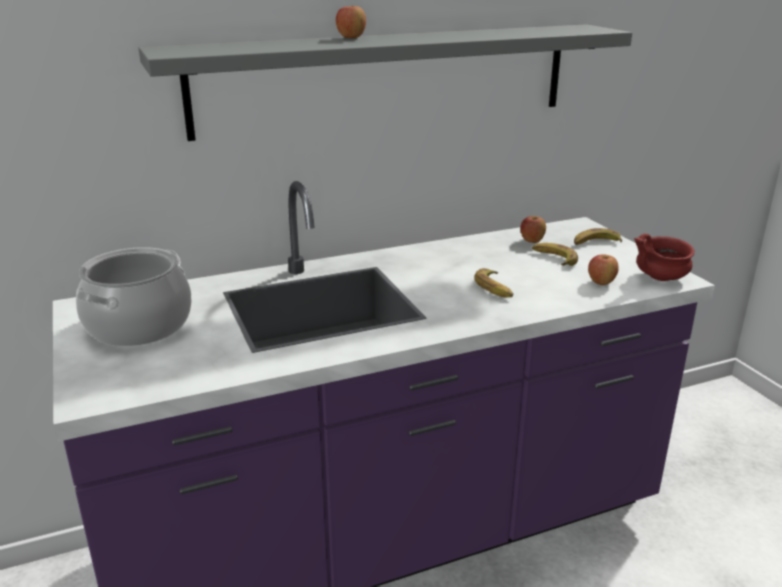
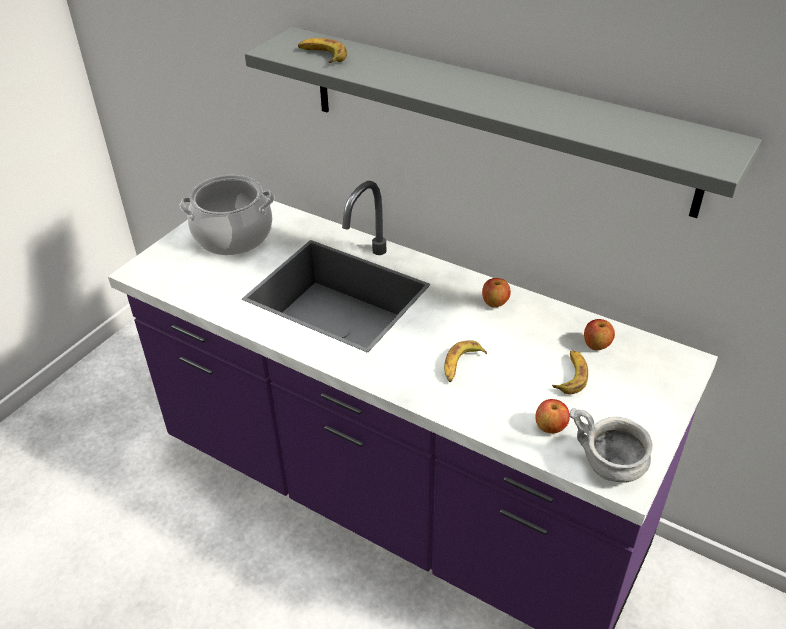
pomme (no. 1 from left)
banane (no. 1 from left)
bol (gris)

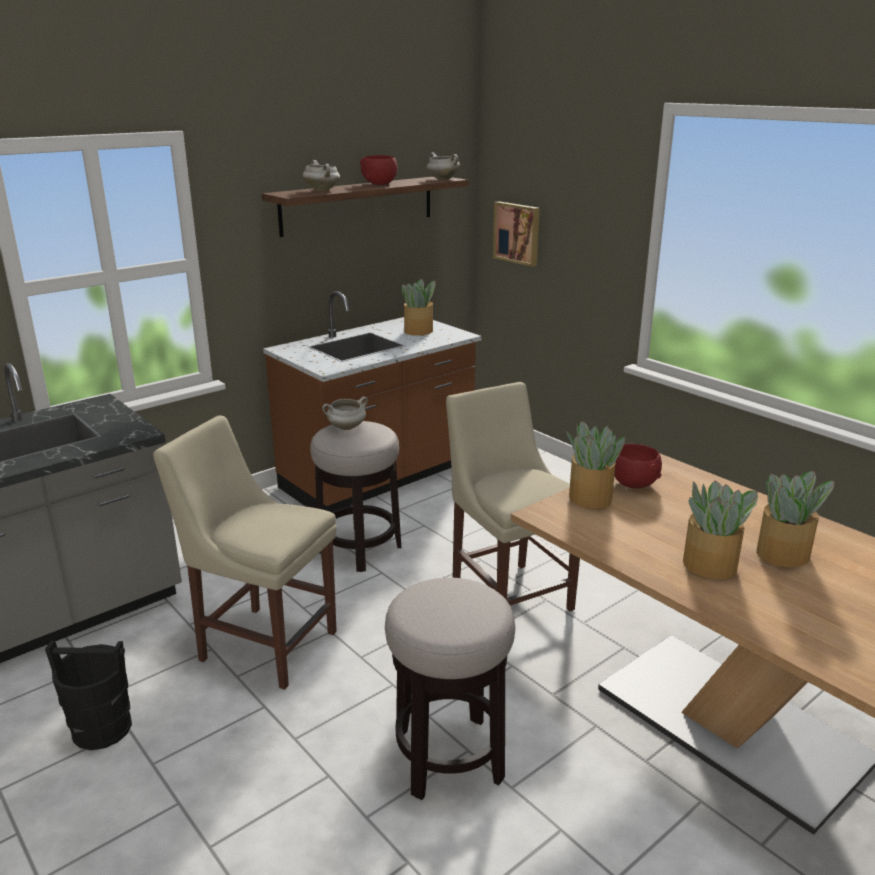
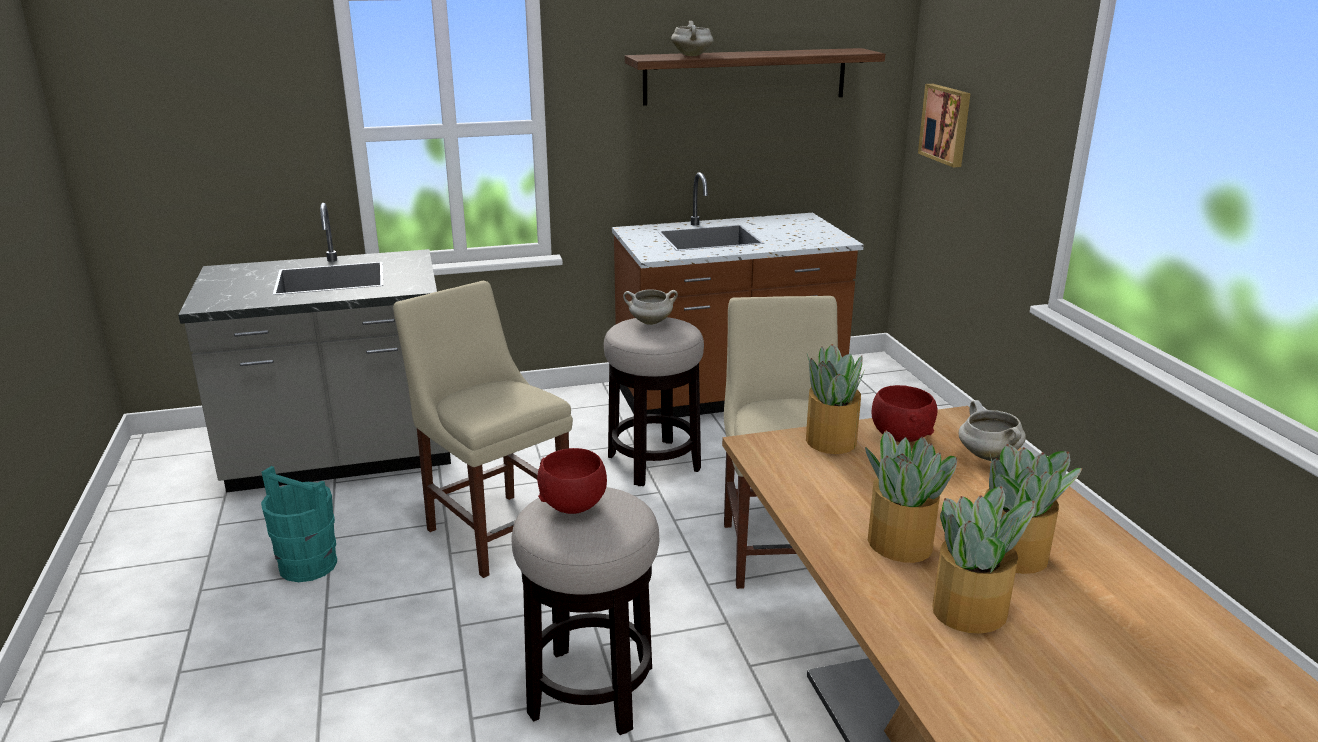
marmite (blanc) (no. 3 from left)
bol (rouge) (no. 1 from left)
plante en pot (no. 3 from left)
seau (turquoise)

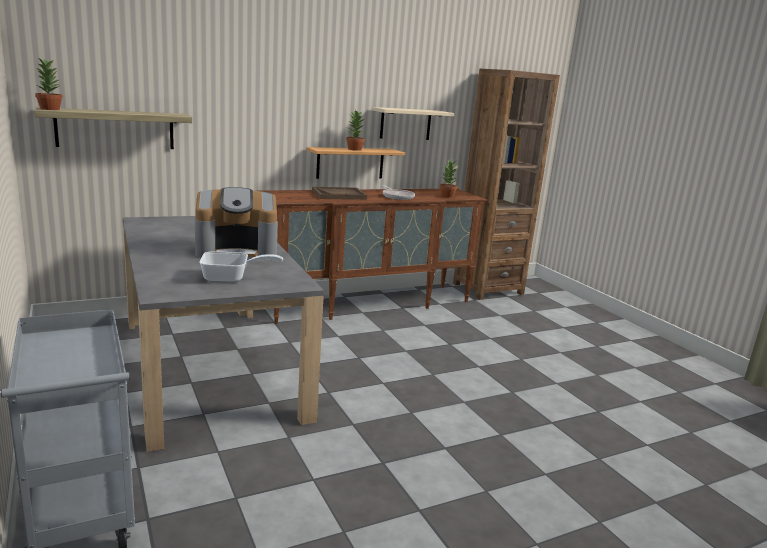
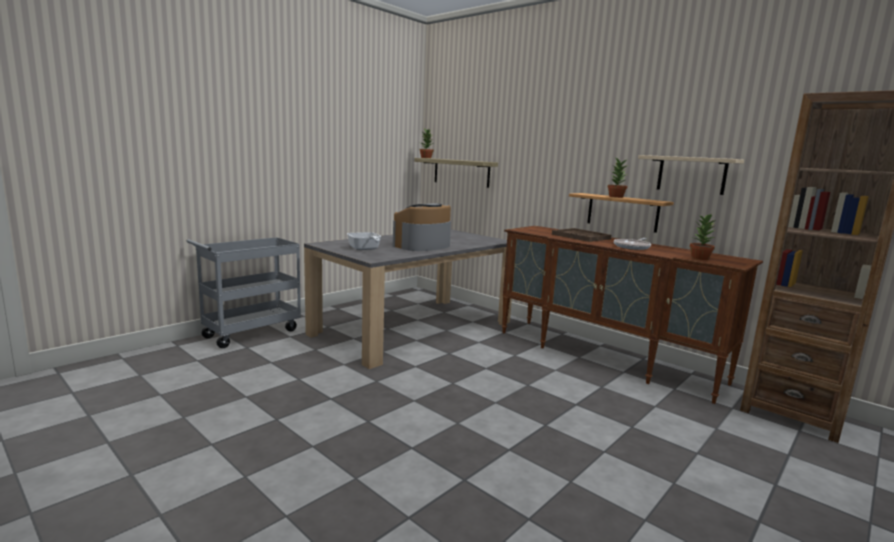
machine à café

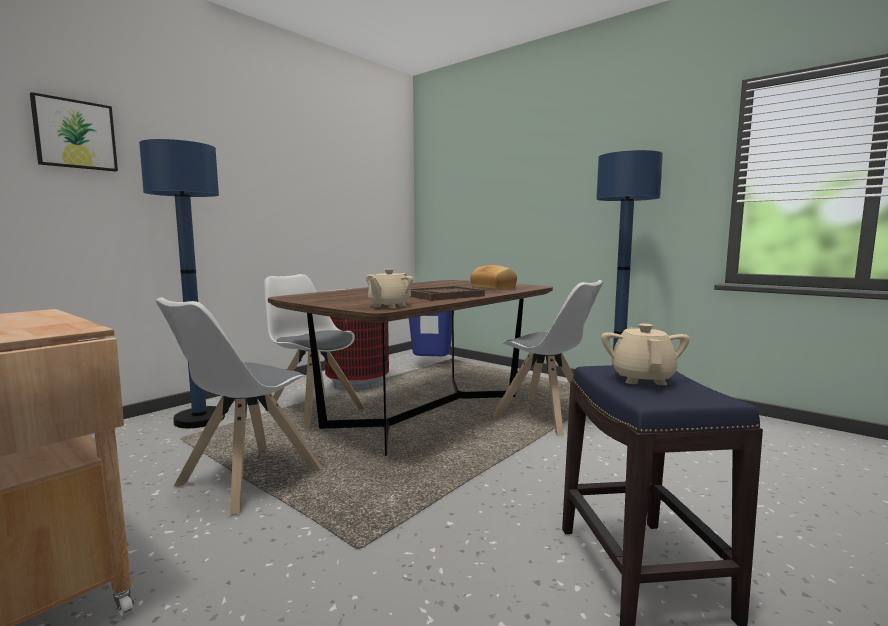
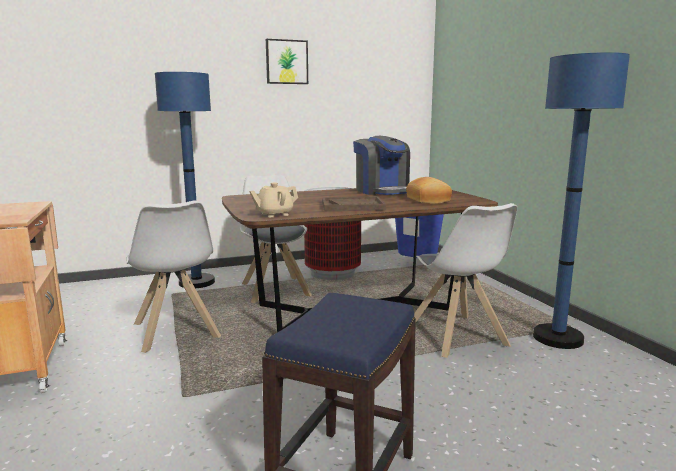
tableau
chaise (no. 1 from left)
théière (beige) (no. 2 from left in the first image)
machine à café

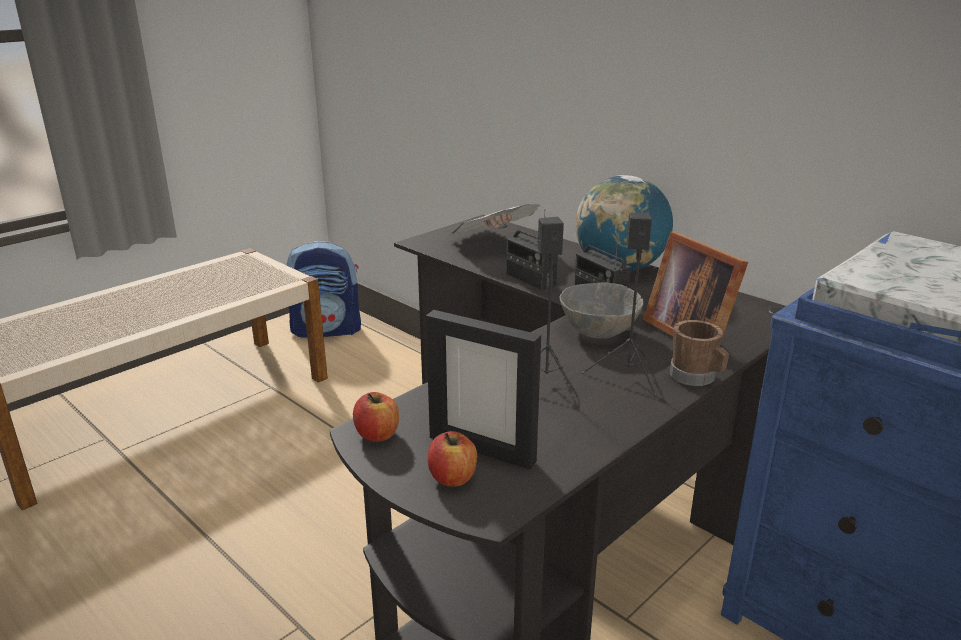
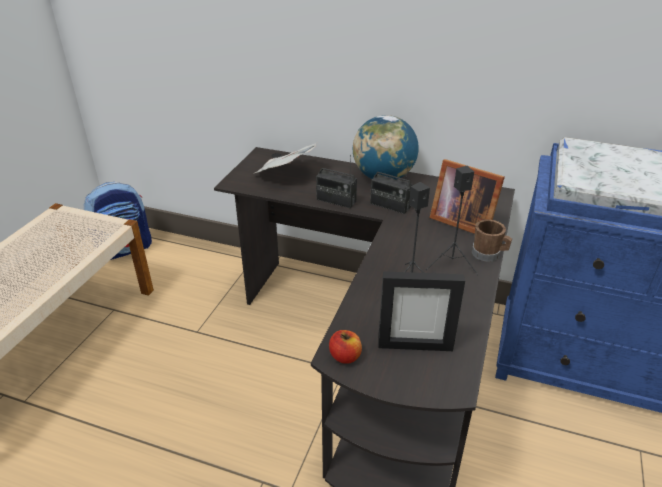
bol (gris)
pomme (no. 2 from left in the first image)

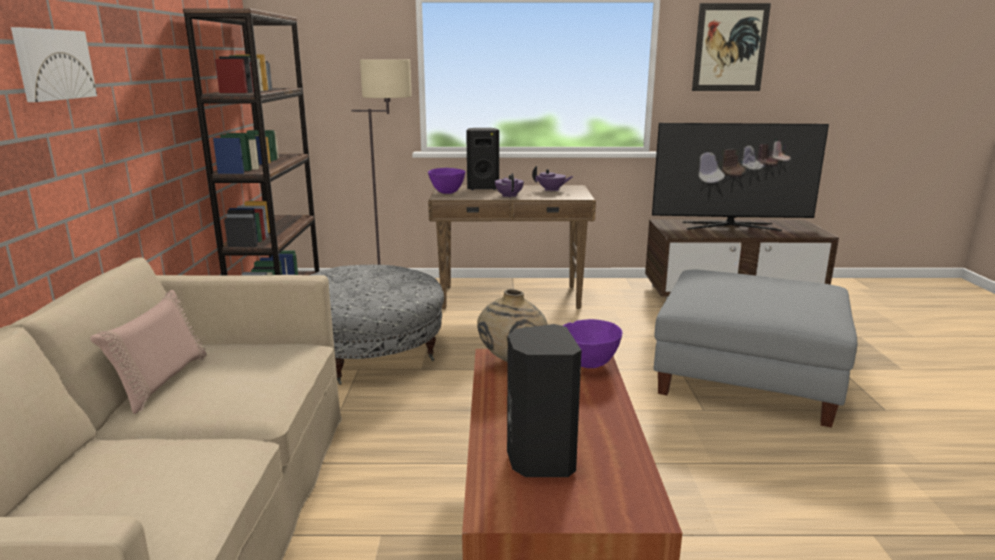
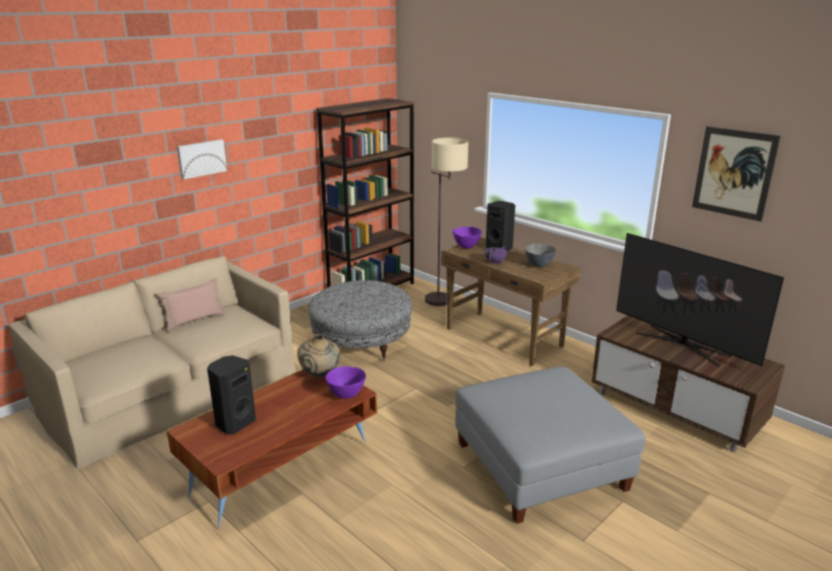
bol (gris)

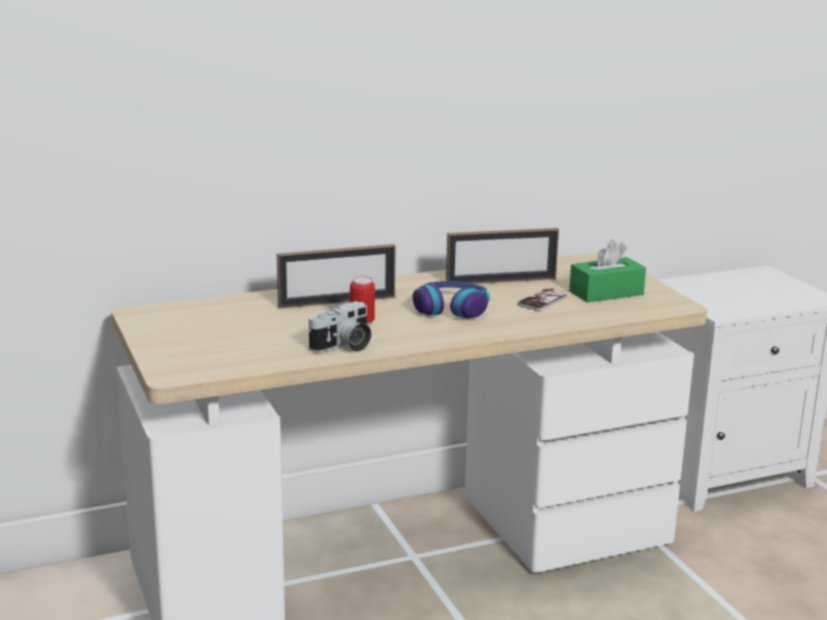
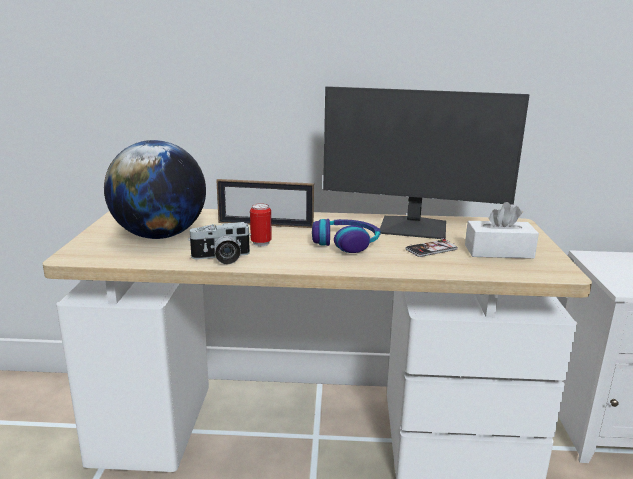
écran d'ordinateur
boîte à mouchoirs (blanc)
globe

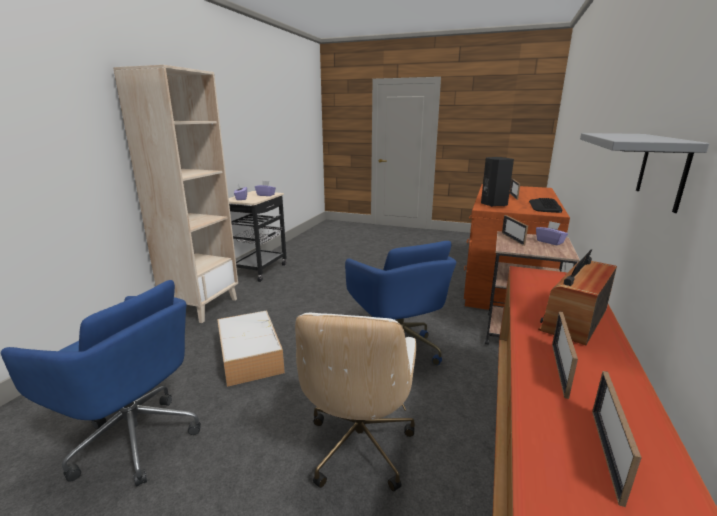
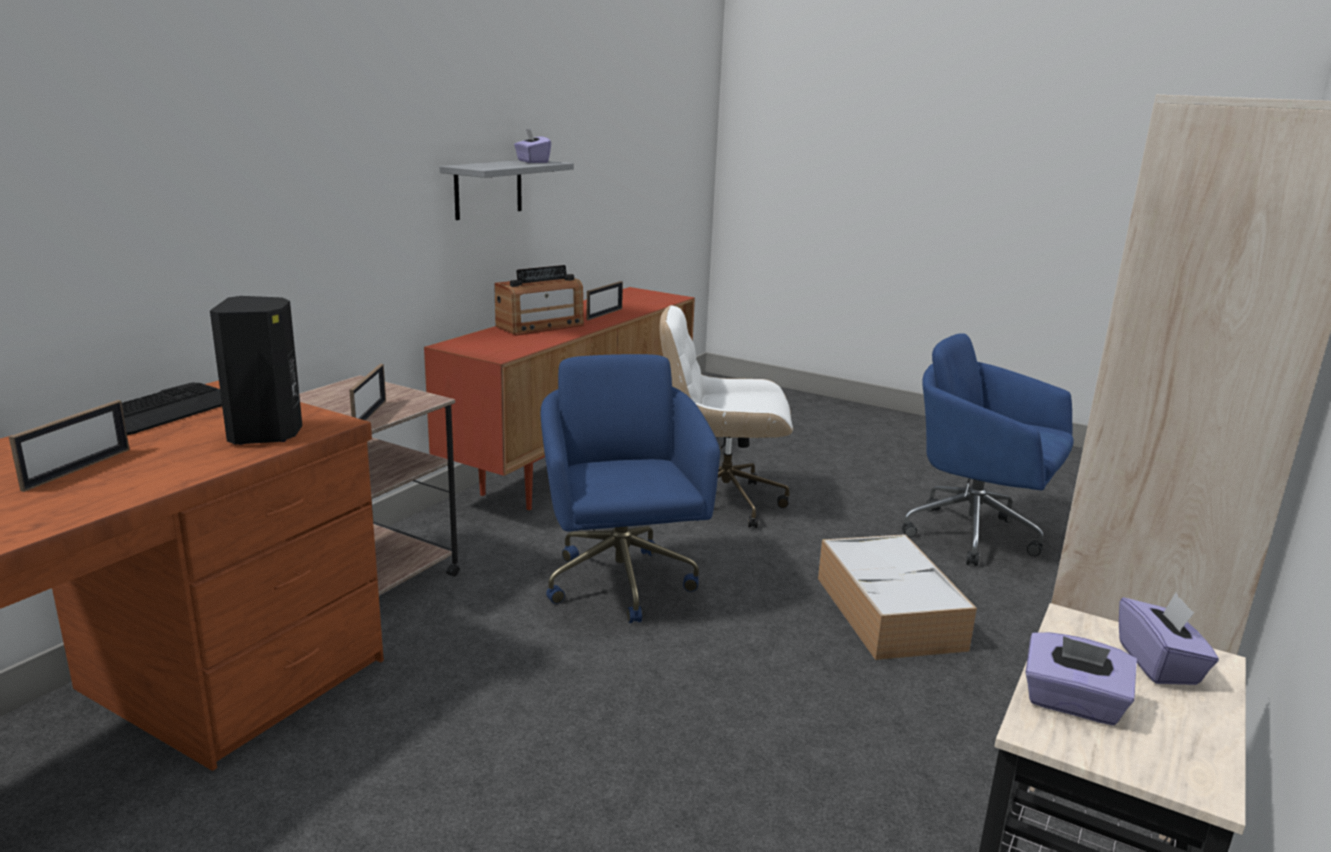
boîte à mouchoirs (violet) (no. 1 from left)
chaise de bureau (blanc)
cadre photo (no. 4 from left in the first image)

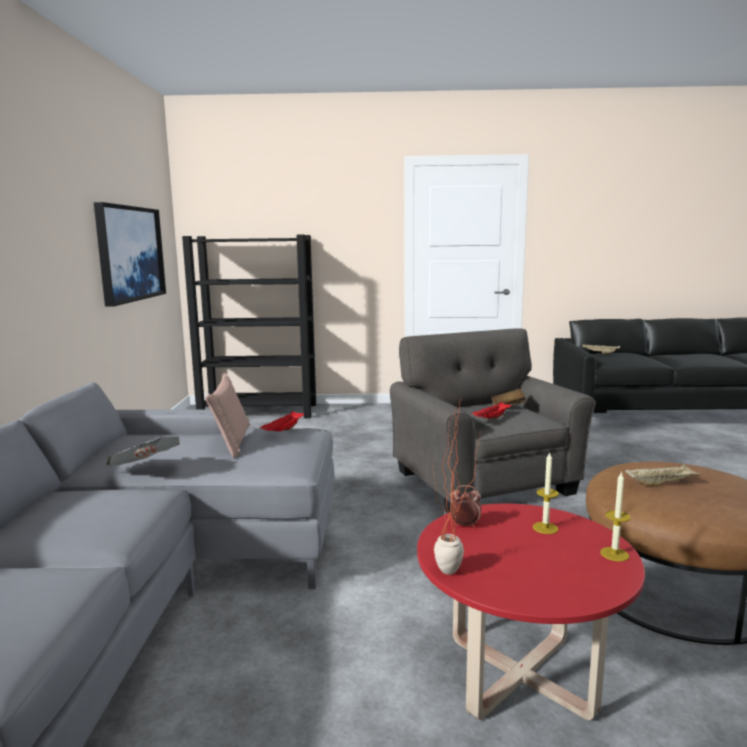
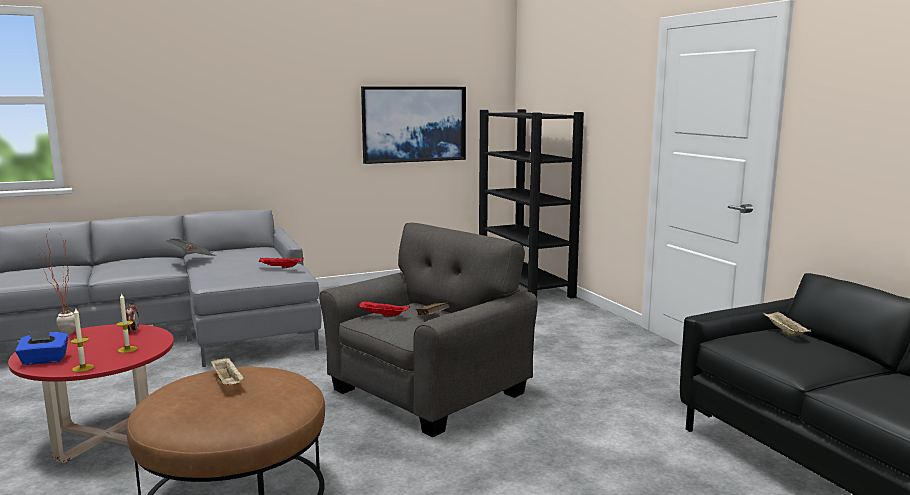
coussin (beige)
boîte à mouchoirs (bleu)

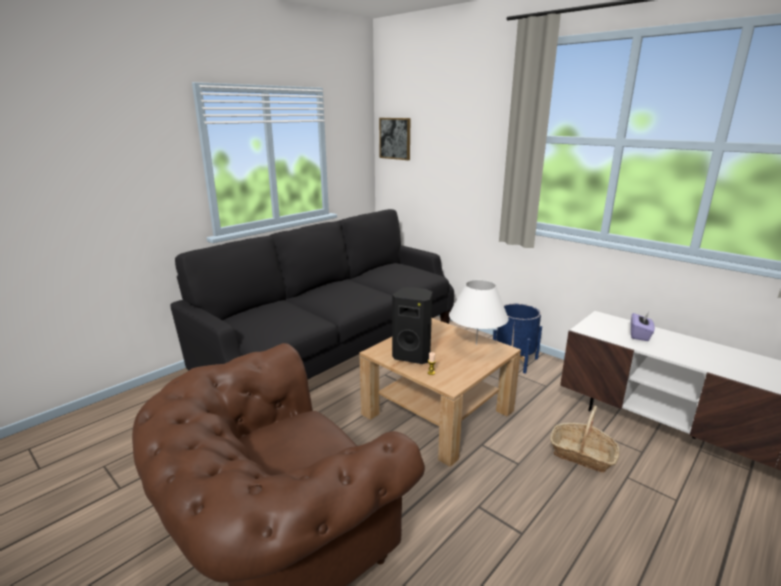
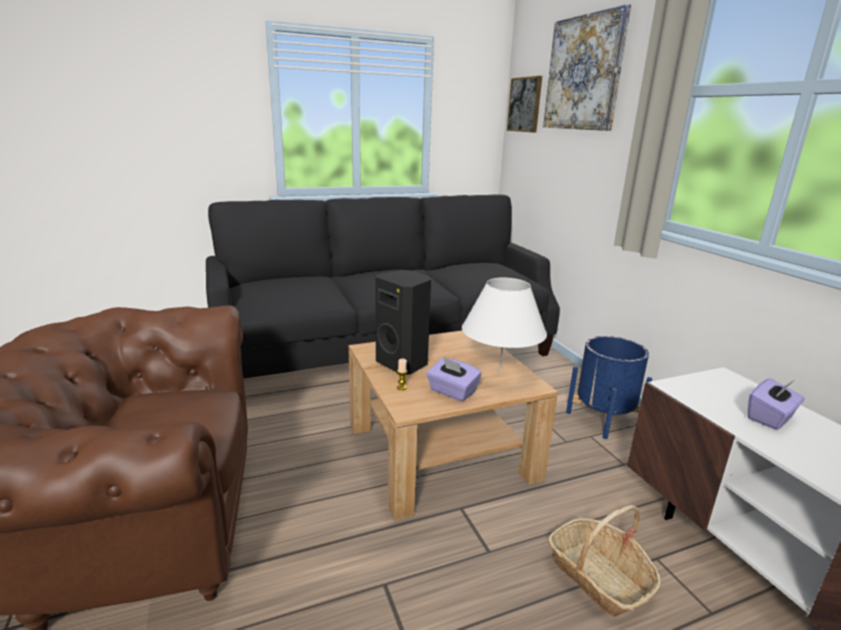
tableau (no. 2 from left)
boîte à mouchoirs (violet) (no. 1 from left)

